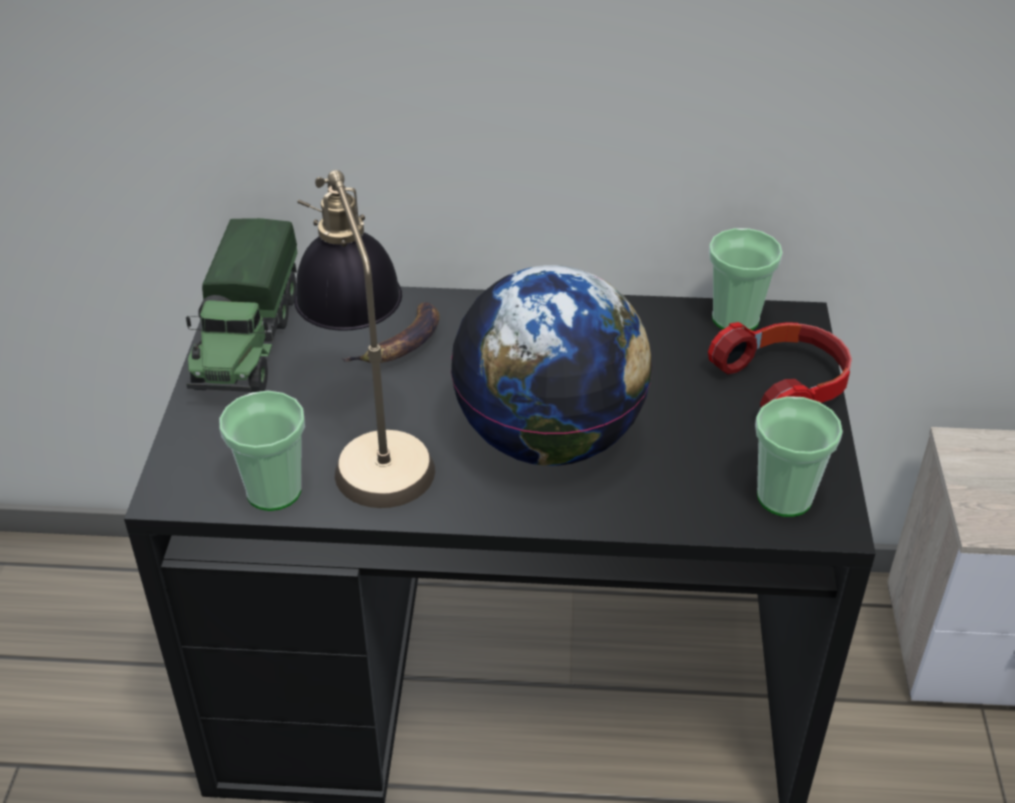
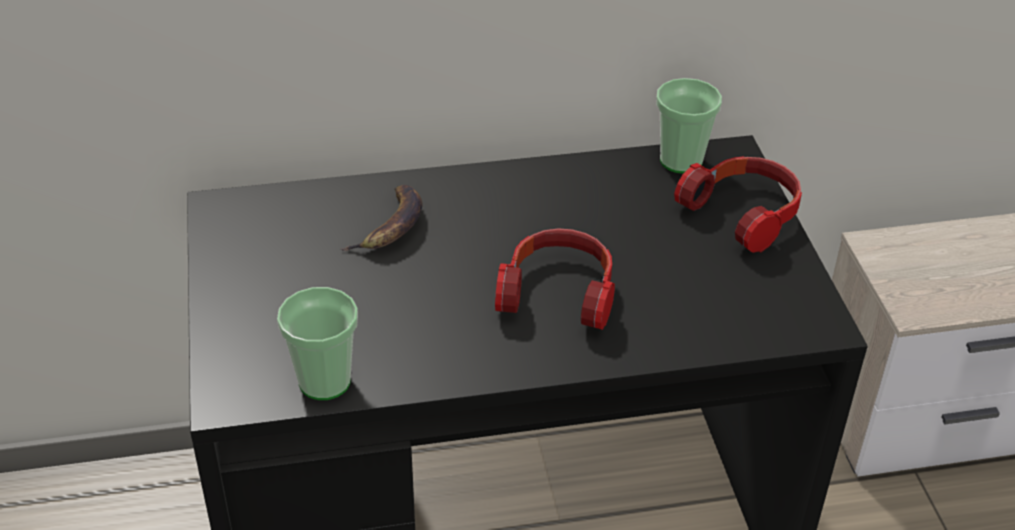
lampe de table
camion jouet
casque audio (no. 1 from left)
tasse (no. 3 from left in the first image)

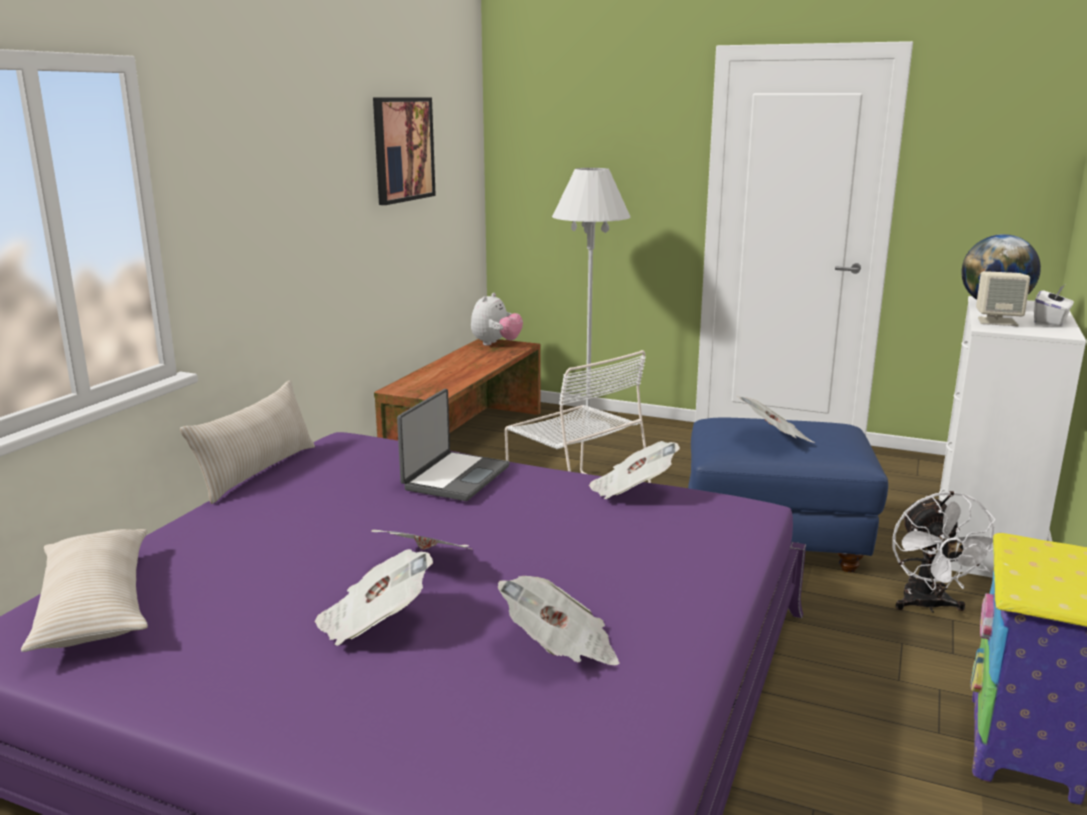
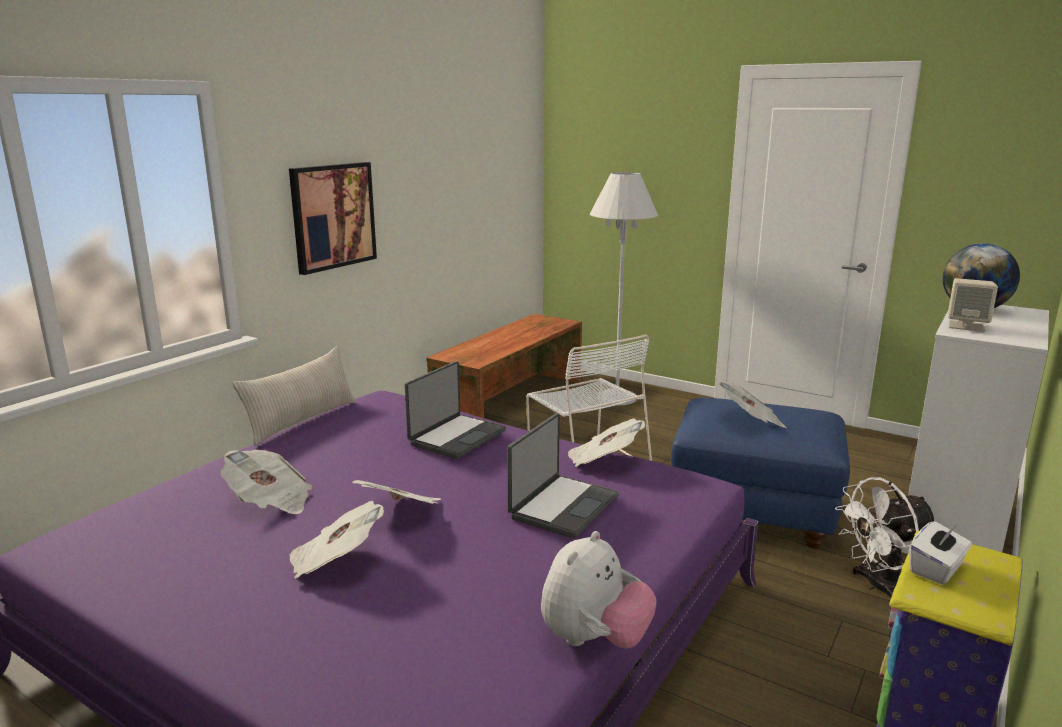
tableau
boîte à mouchoirs (blanc)
peluche
ventilateur (blanc)
coussin (beige) (no. 1 from left in the first image)
journal (no. 1 from left)
ordinateur portable (no. 2 from left)

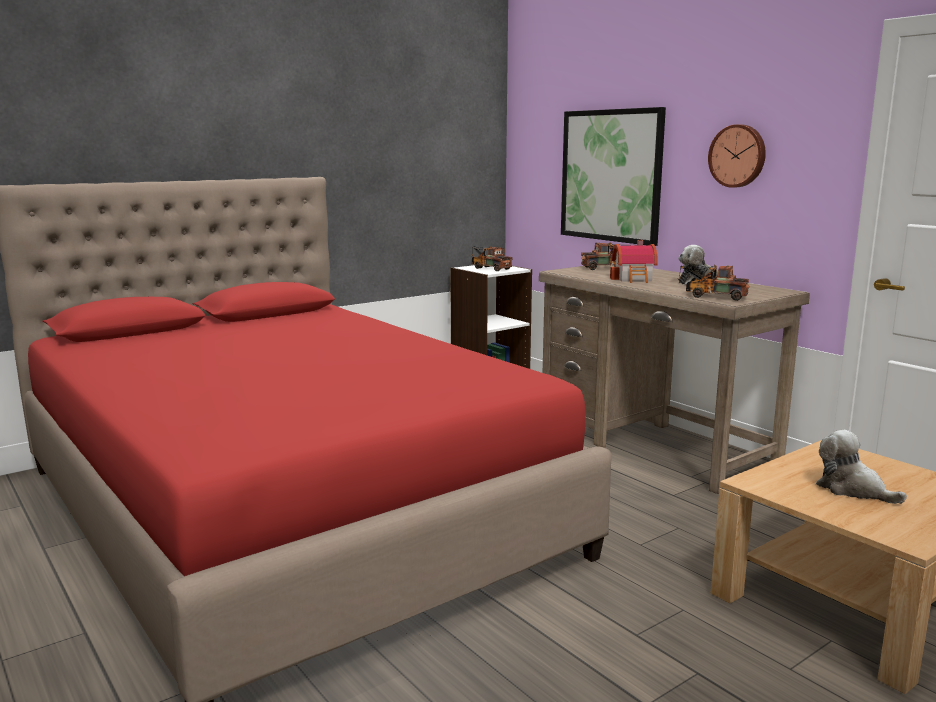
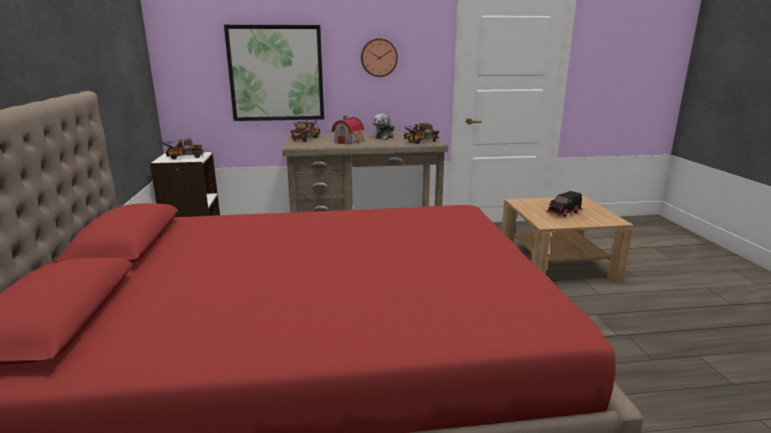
camion jouet (no. 4 from left)

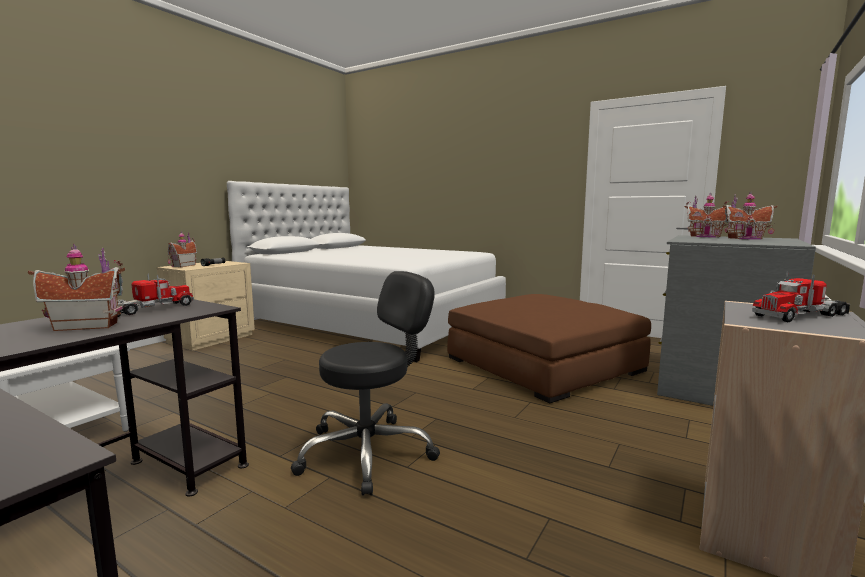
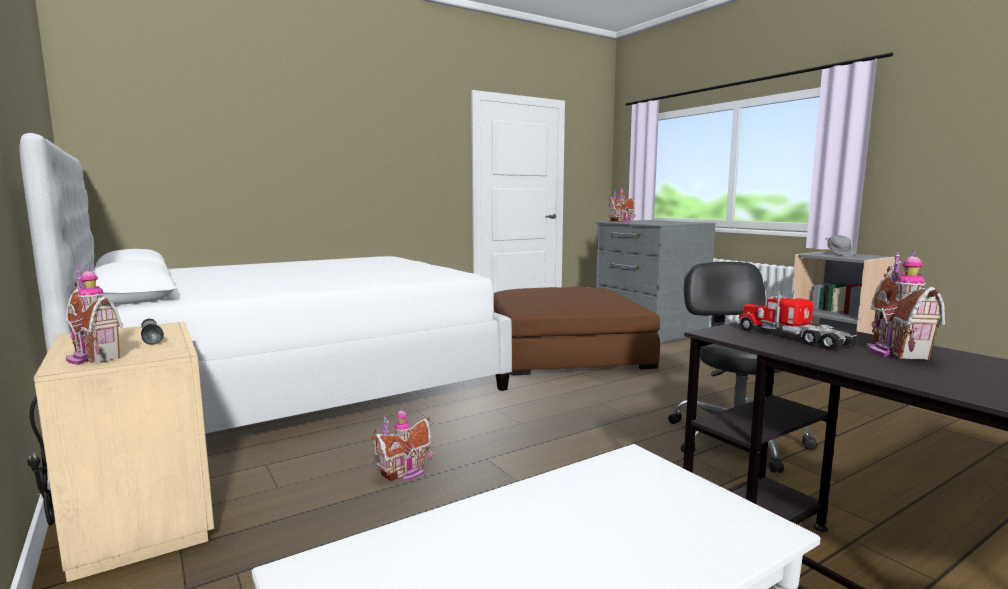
maison miniature (no. 2 from left)
casquette (gris)

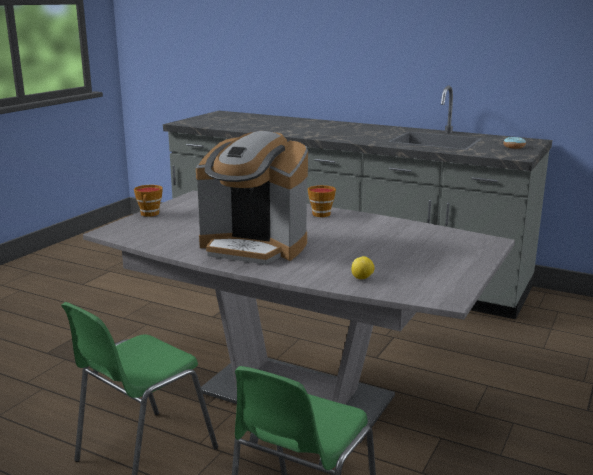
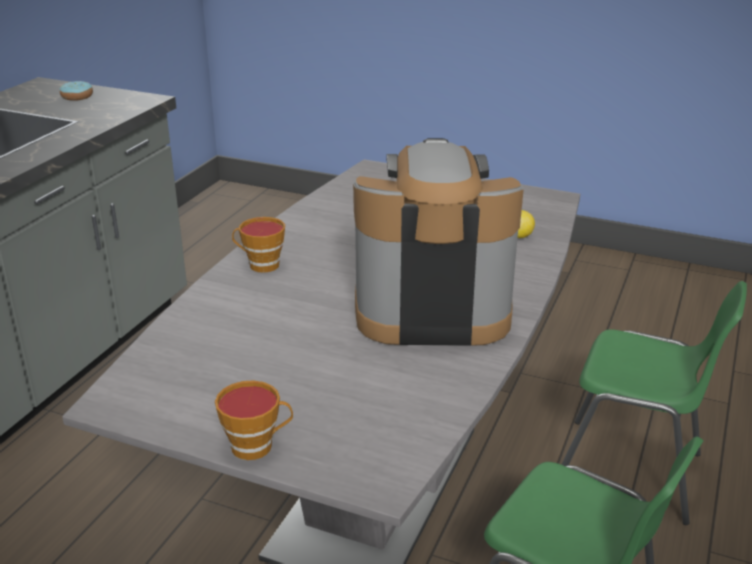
machine à café

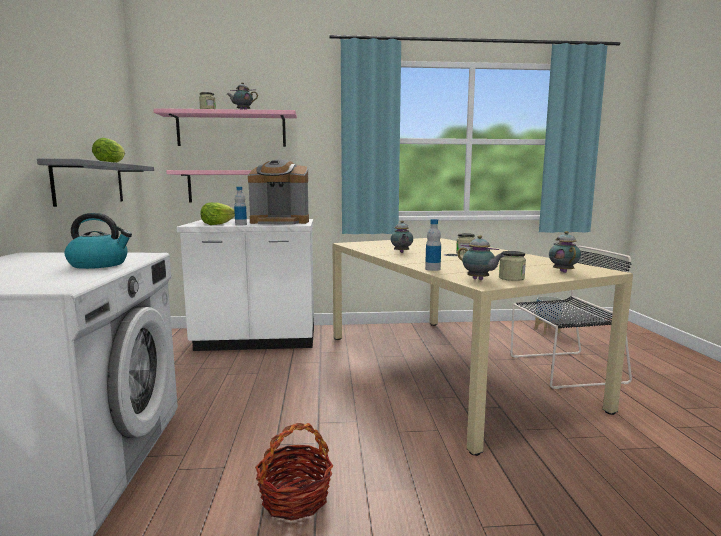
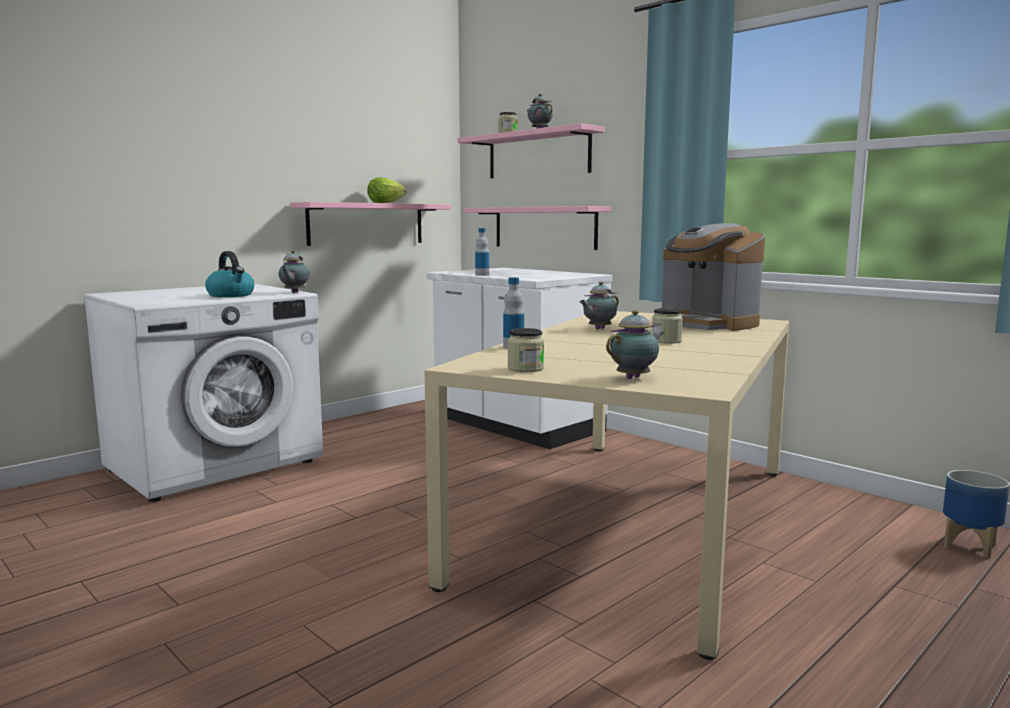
étagère (rose) (no. 1 from left)
machine à café
laitue (no. 2 from left in the first image)
théière (no. 1 from left)
chaise (noir)
panier

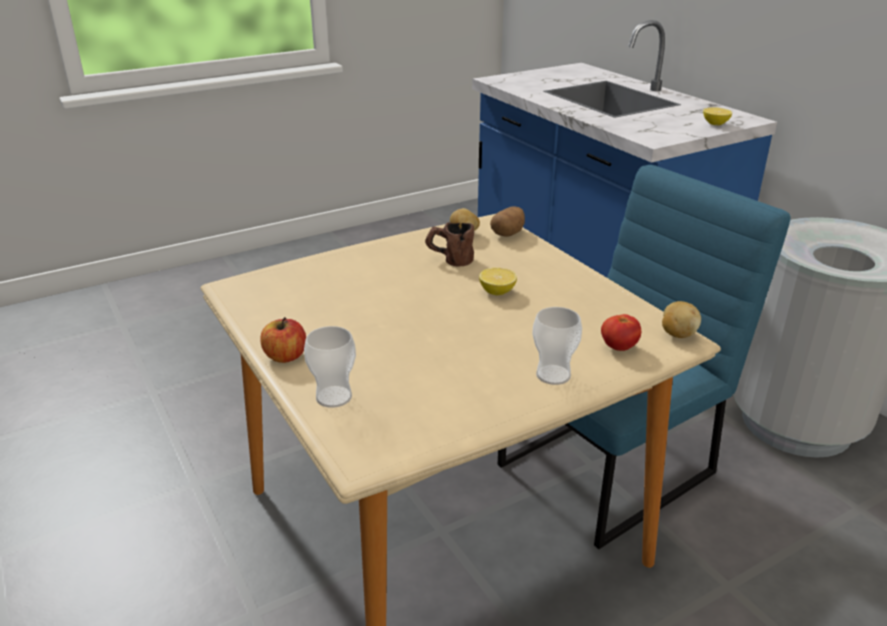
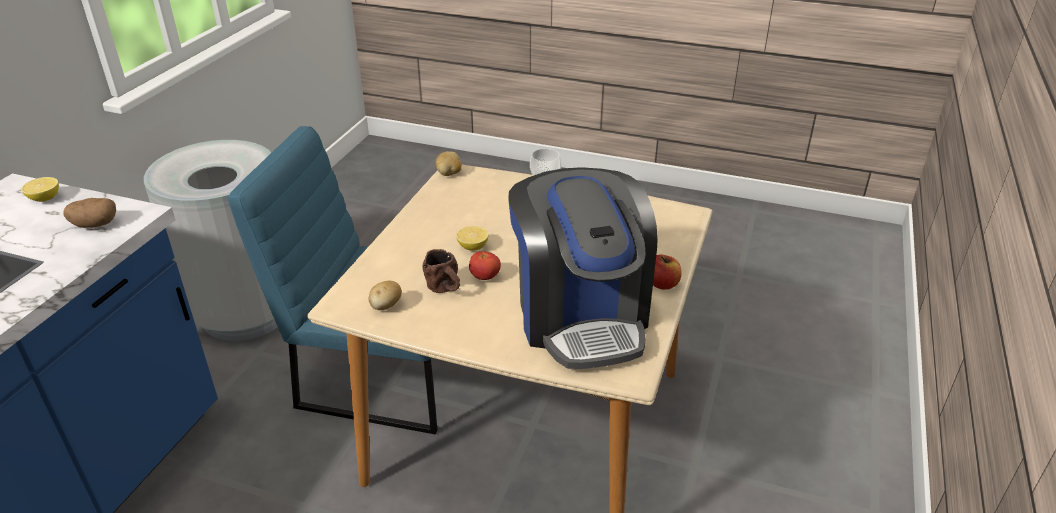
pomme de terre (no. 1 from left)
tomate
tasse (no. 1 from left in the first image)
machine à café

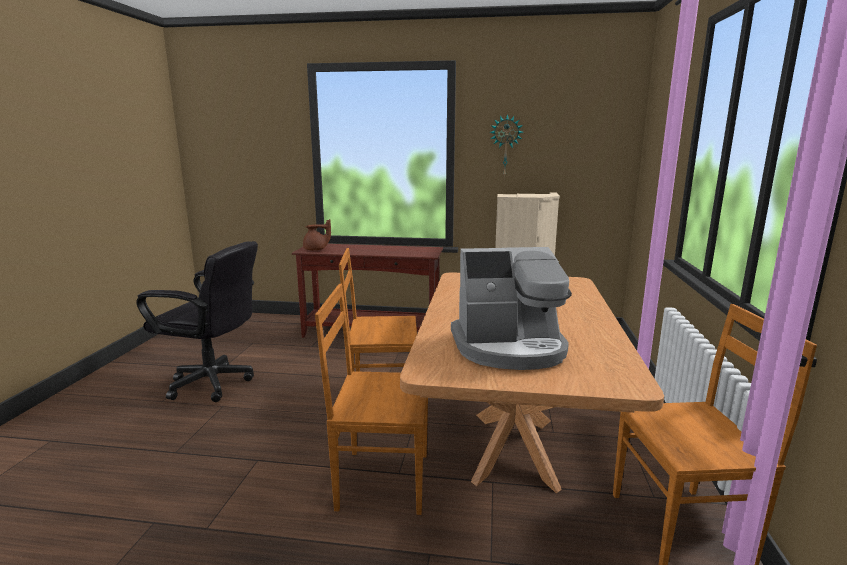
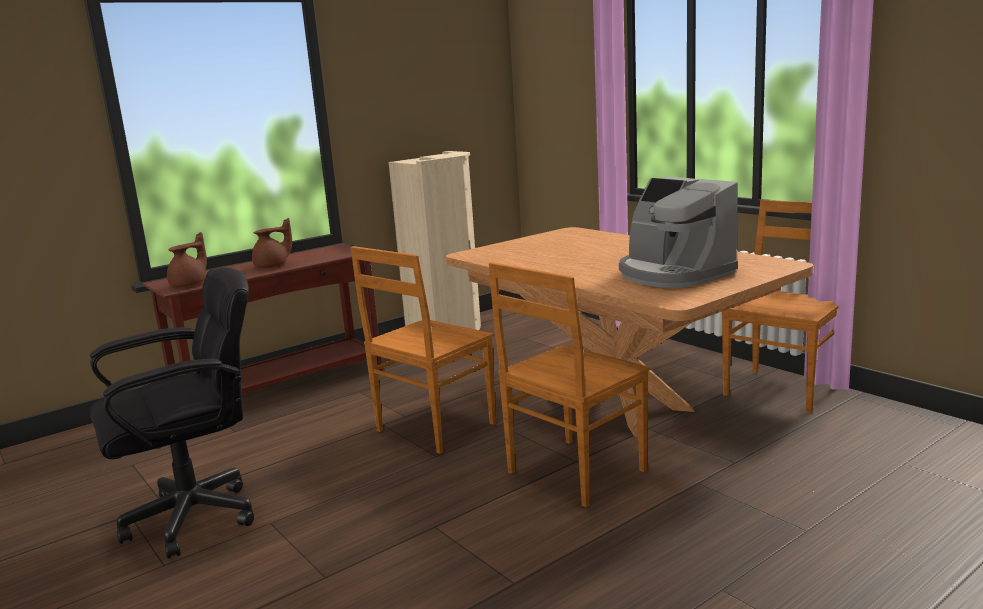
horloge murale
machine à café
théière (marron) (no. 2 from left)

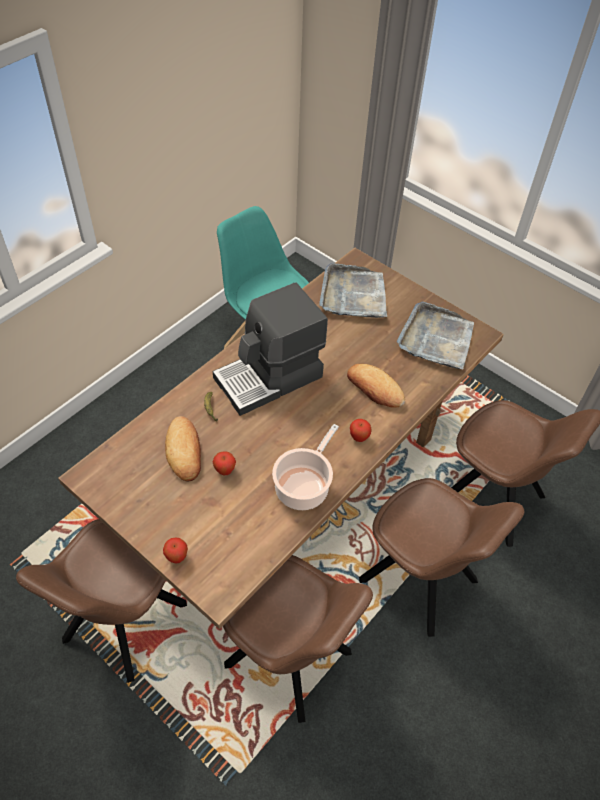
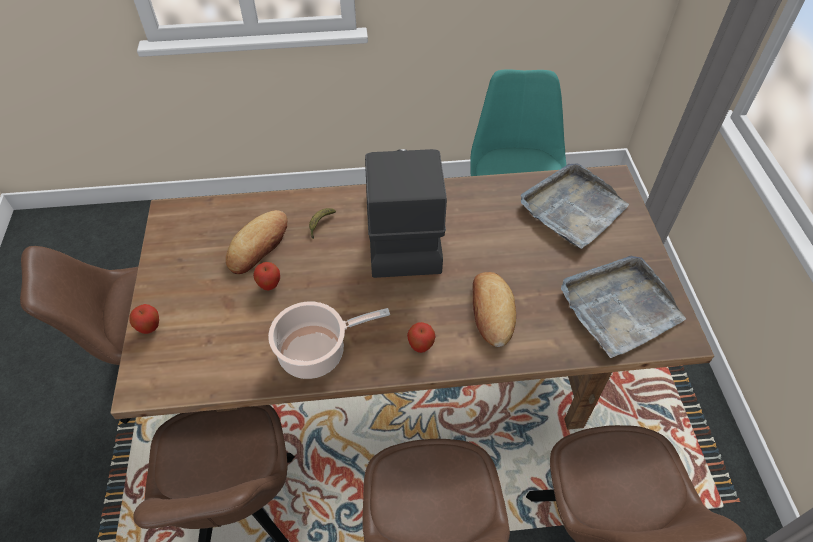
machine à café

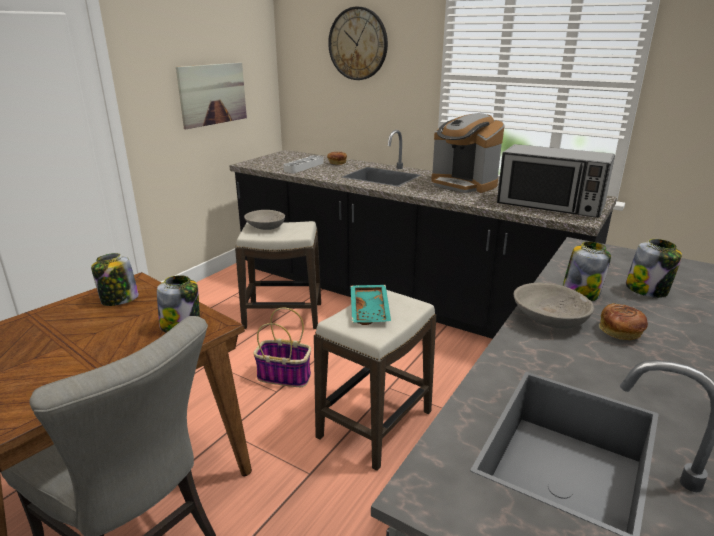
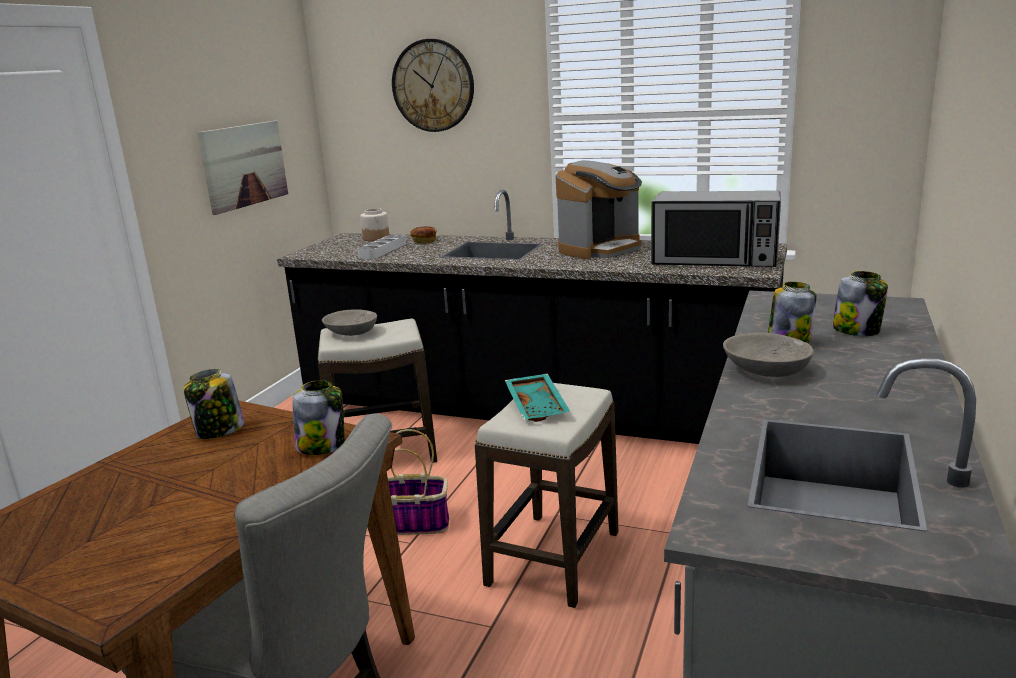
machine à café
pain (no. 2 from left in the first image)
bocal (no. 3 from left)

